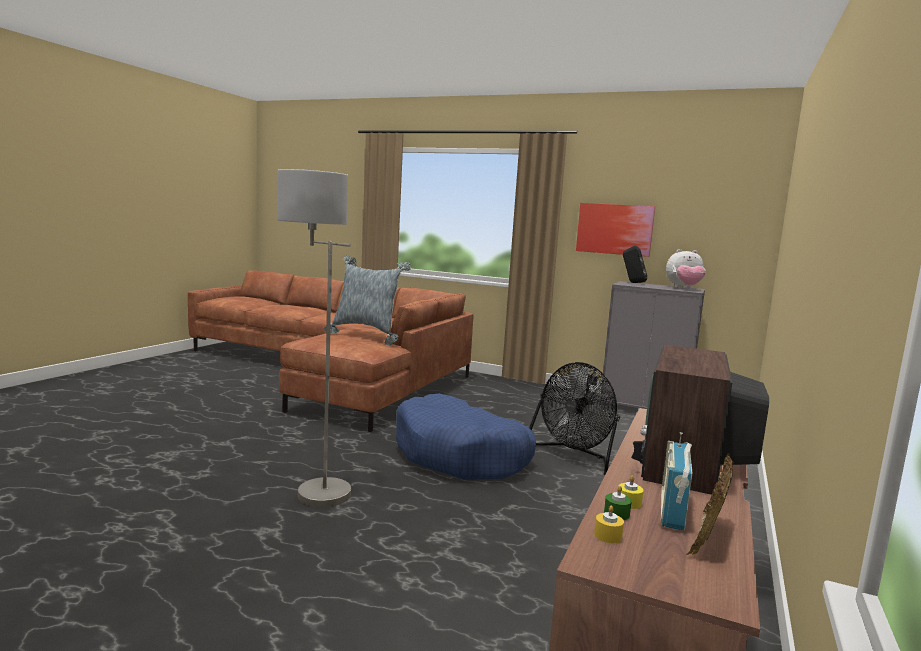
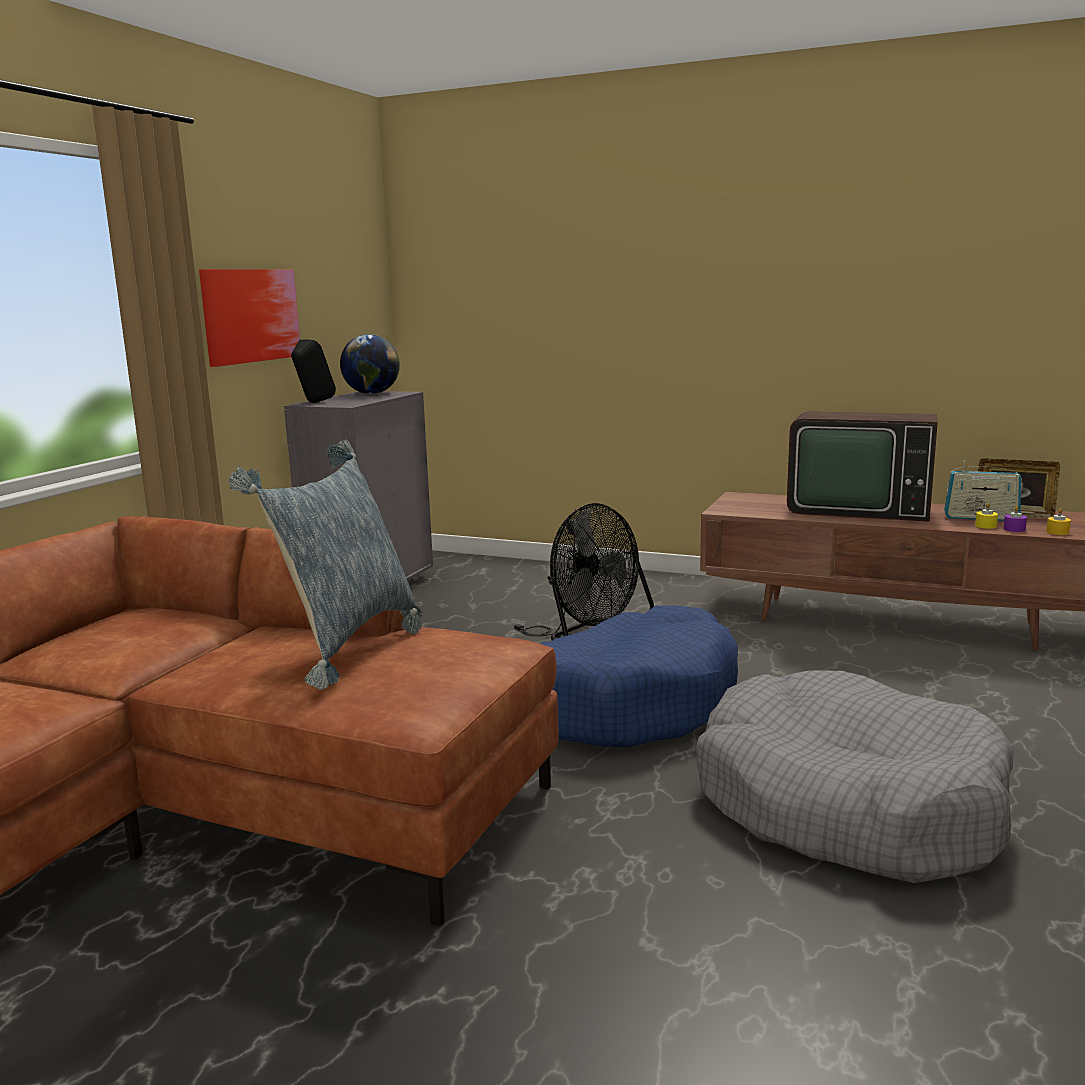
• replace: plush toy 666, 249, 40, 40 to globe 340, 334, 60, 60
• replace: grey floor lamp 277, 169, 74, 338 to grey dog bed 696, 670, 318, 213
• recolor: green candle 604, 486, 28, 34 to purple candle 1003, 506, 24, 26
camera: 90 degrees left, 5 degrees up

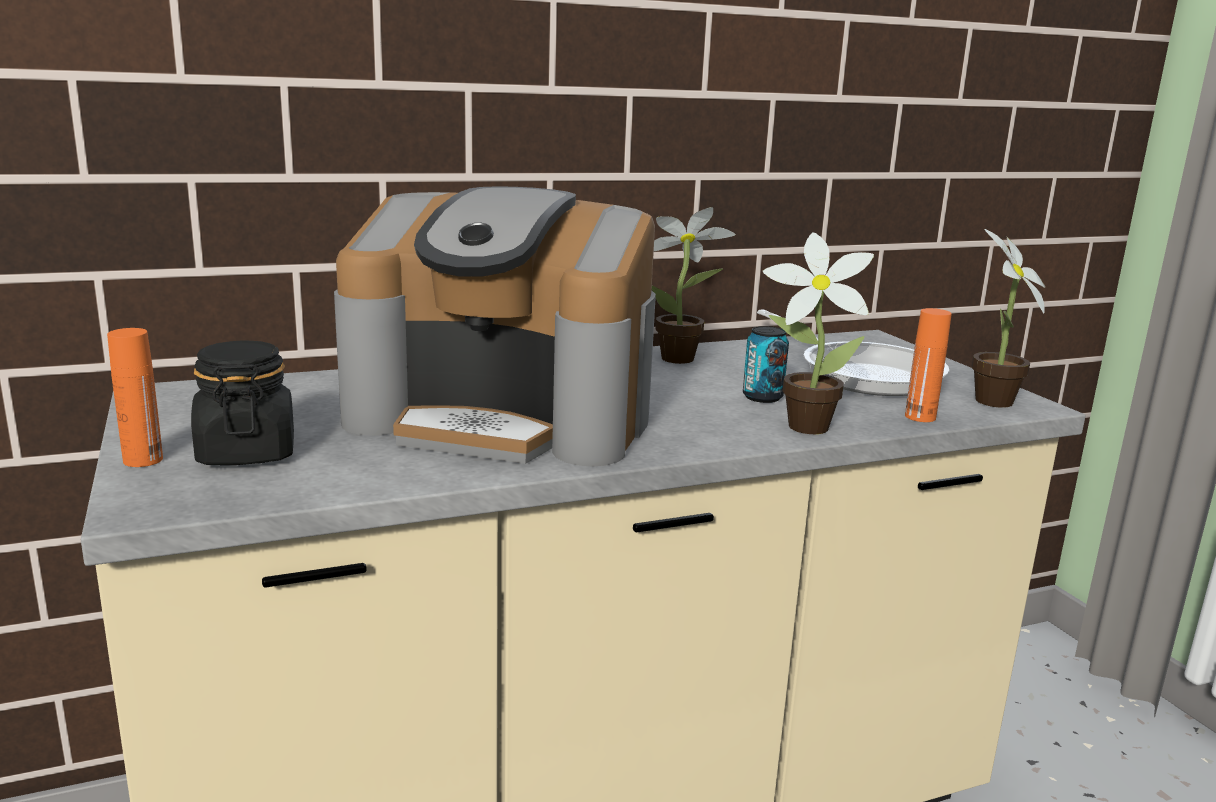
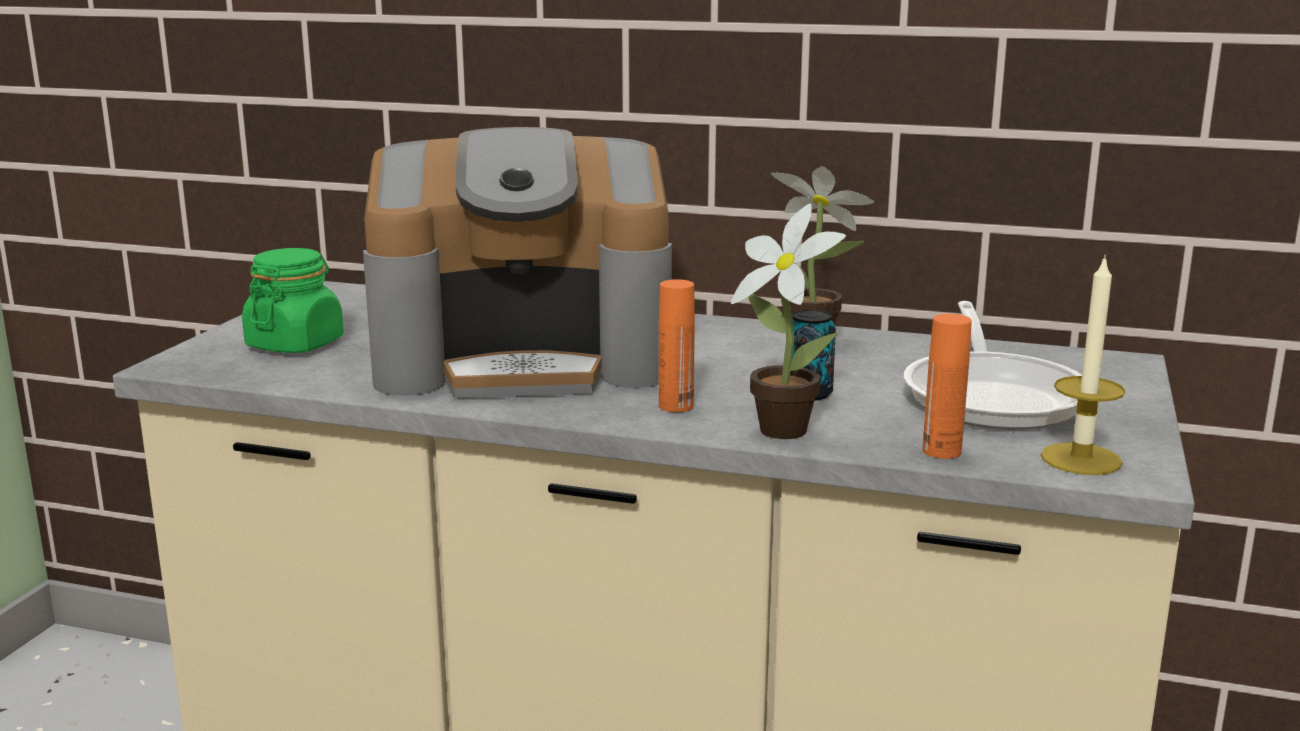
• recolor: black jar 191, 340, 103, 125 to green jar 242, 248, 102, 105
• rotate: coffee machine 334, 186, 322, 281 = 363, 127, 309, 272 60 degrees counterclockwise
• move: orange bottle 107, 328, 56, 139 to 659, 279, 36, 133
• replace: potted plant 971, 229, 75, 179 to candle 1041, 254, 84, 221
camera: 40 degrees right, 0 degrees up

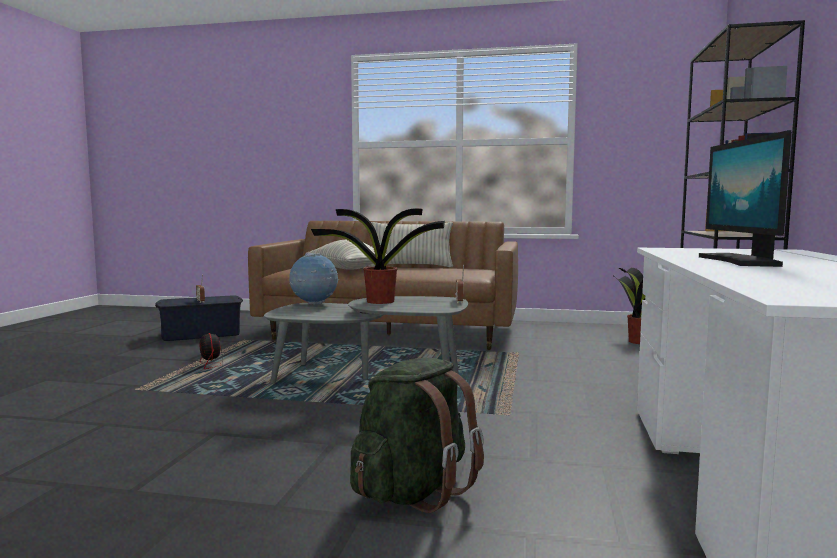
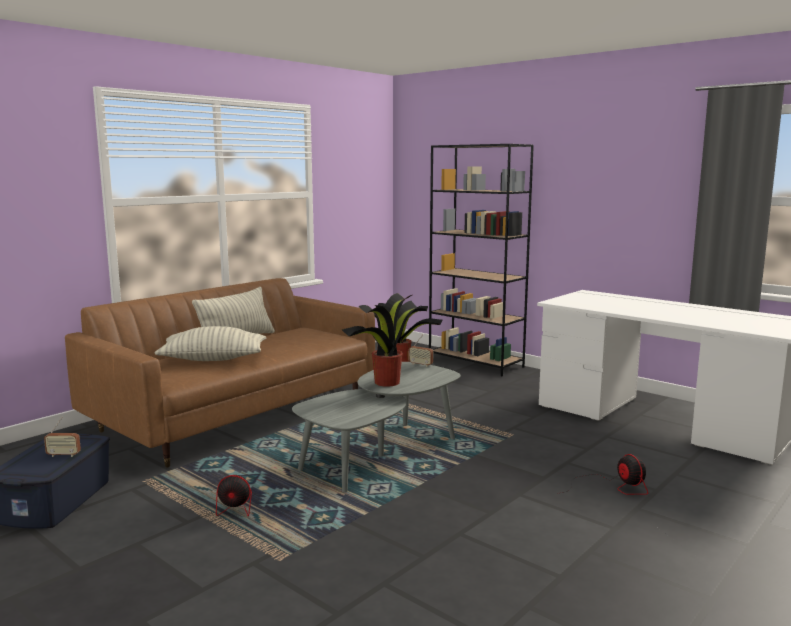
• replace: green backpack 350, 358, 134, 155 to fan 561, 454, 87, 41
• delete: globe 289, 253, 50, 52
• delete: monitor 699, 130, 93, 137
camera: 60 degrees left, 5 degrees up

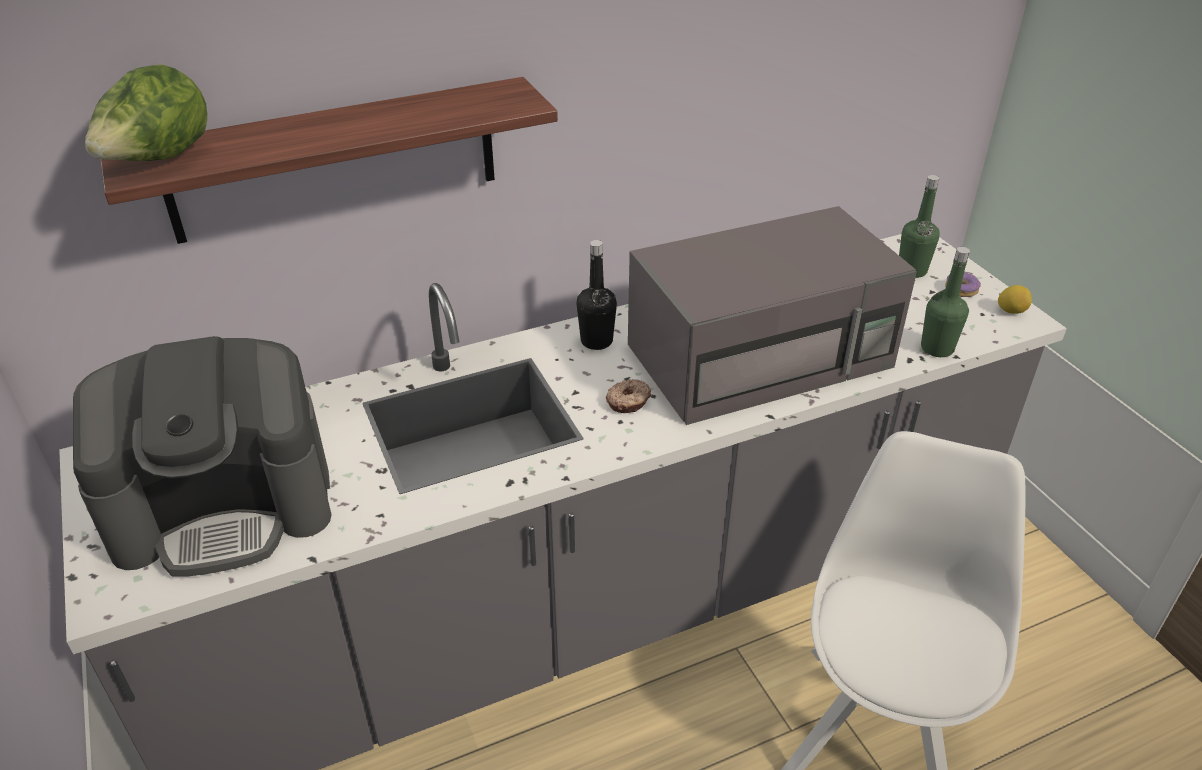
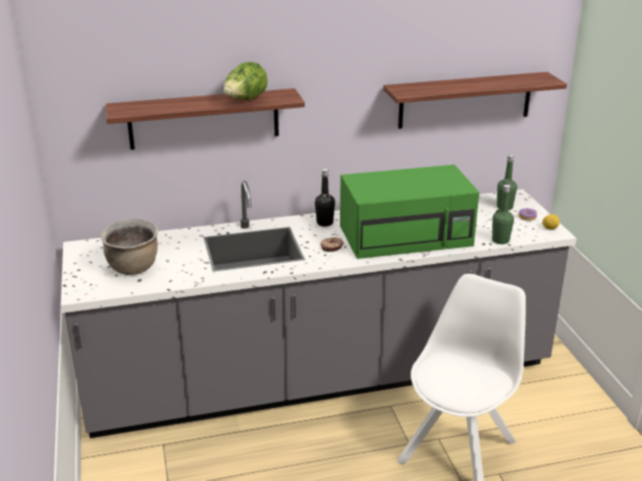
• replace: coffee machine 73, 336, 259, 241 to brown cooking pot 100, 218, 58, 57
• move: lettuce 85, 64, 122, 97 to 223, 62, 45, 38
• recolor: grey microwave 628, 206, 289, 219 to green microwave 340, 165, 139, 94
• insert: shelf 383, 72, 184, 57
camera: 10 degrees right, 10 degrees down

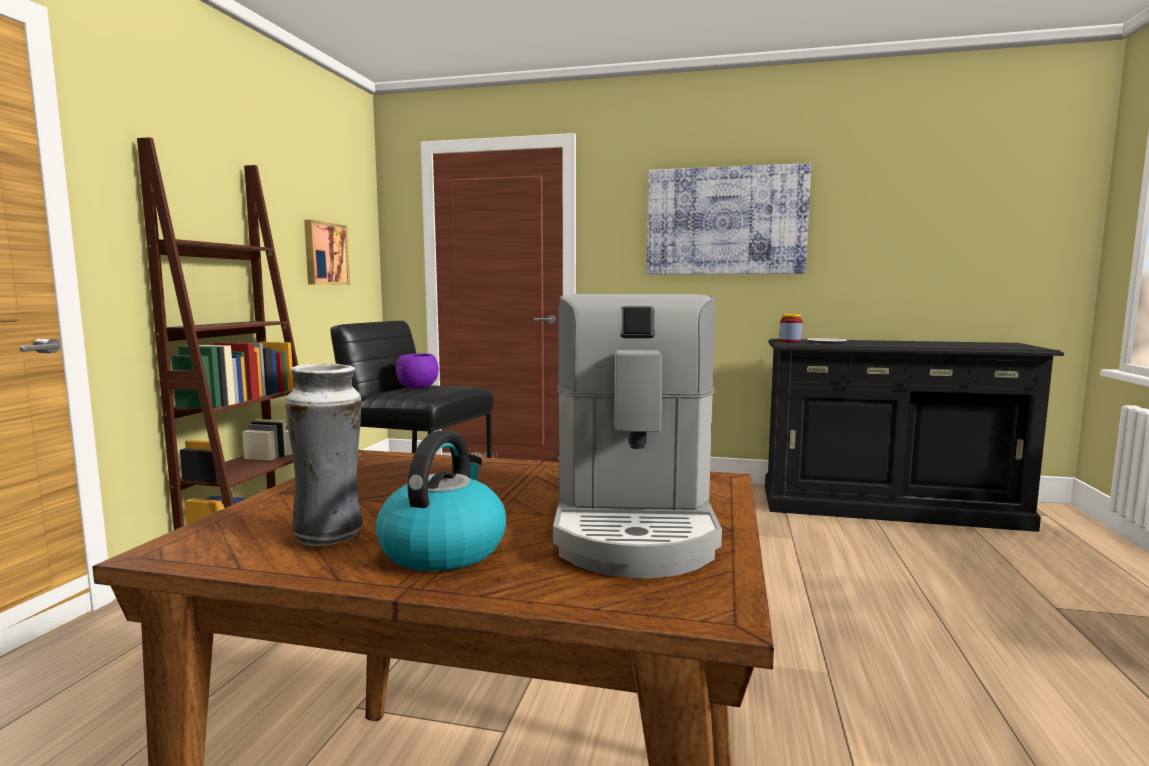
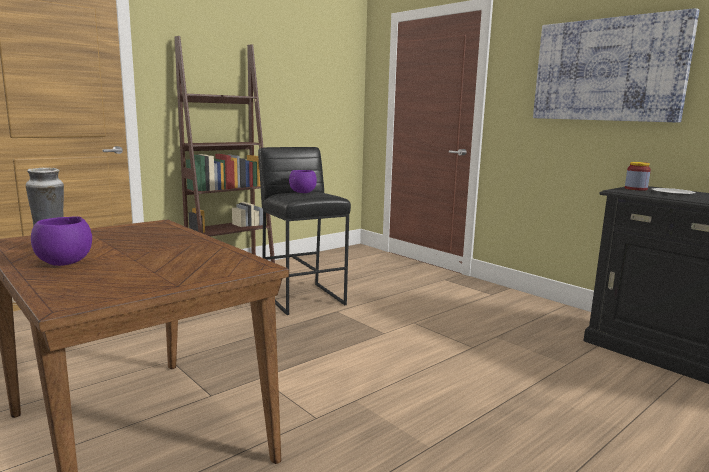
• replace: kettle 375, 430, 131, 141 to purple bowl 31, 216, 61, 50
• delete: picture 304, 220, 46, 65
• delete: coffee machine 553, 294, 169, 285
camera: 35 degrees right, 5 degrees up

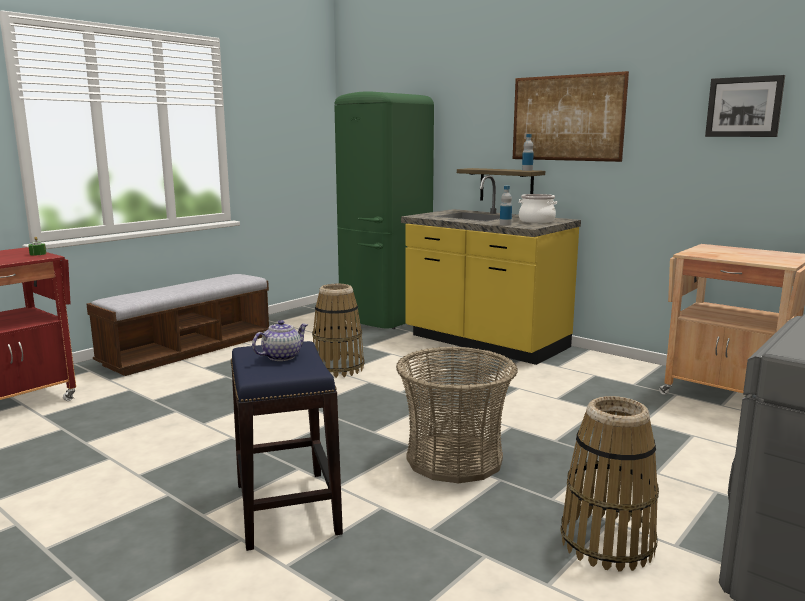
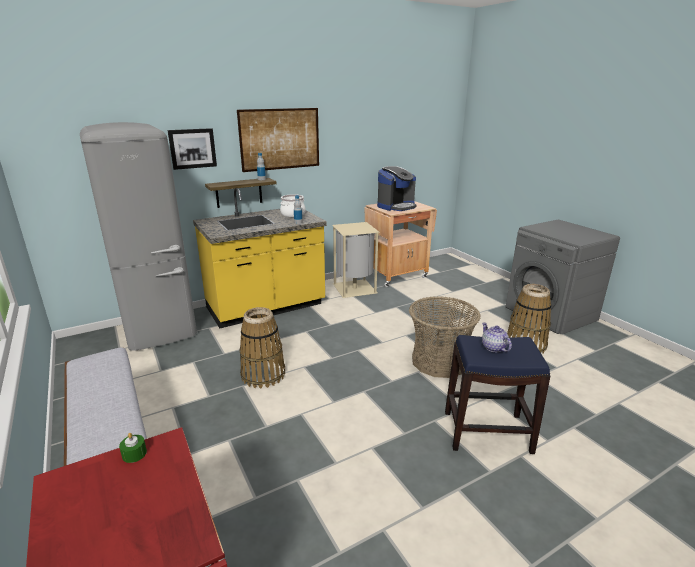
• recolor: green fridge 334, 91, 100, 238 to grey fridge 80, 122, 117, 229
• move: picture 705, 75, 80, 62 to 167, 128, 50, 42
• insert: beige trash can 332, 222, 48, 76
• insert: coffee machine 377, 166, 39, 45
camera: 70 degrees left, 10 degrees up

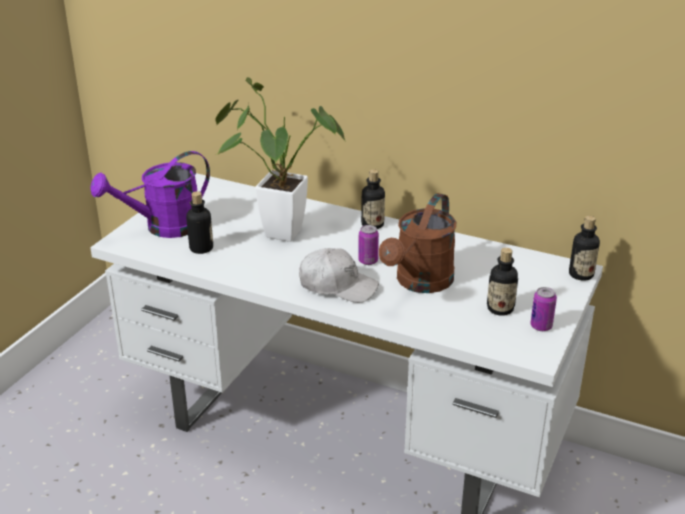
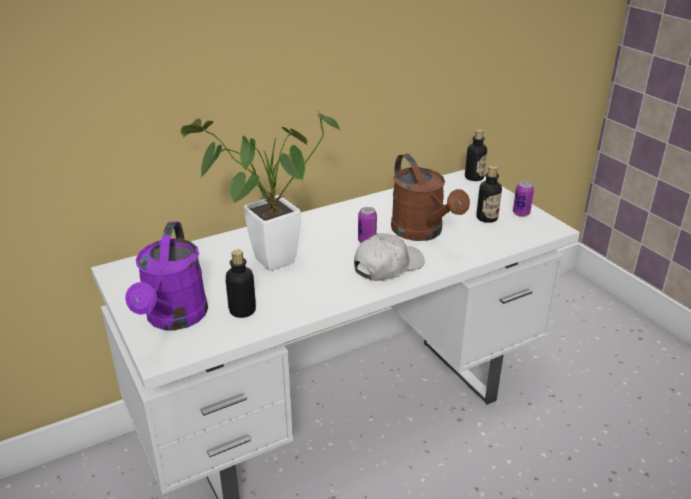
• delete: bottle 361, 169, 24, 60
camera: 55 degrees left, 0 degrees up

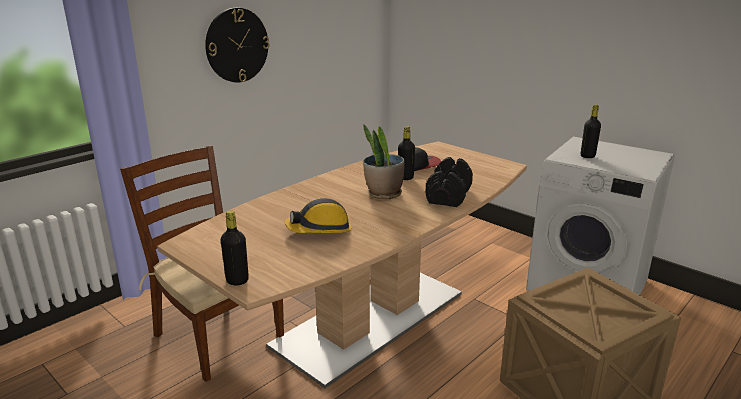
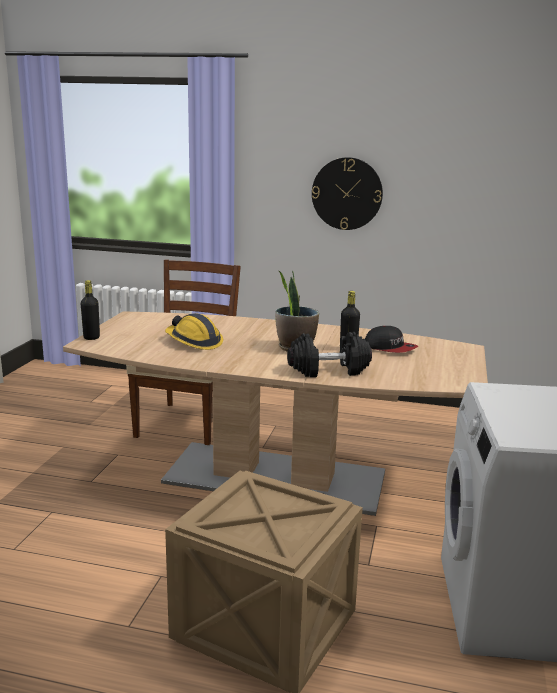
• delete: black bottle 581, 105, 20, 53
camera: 60 degrees right, 5 degrees down

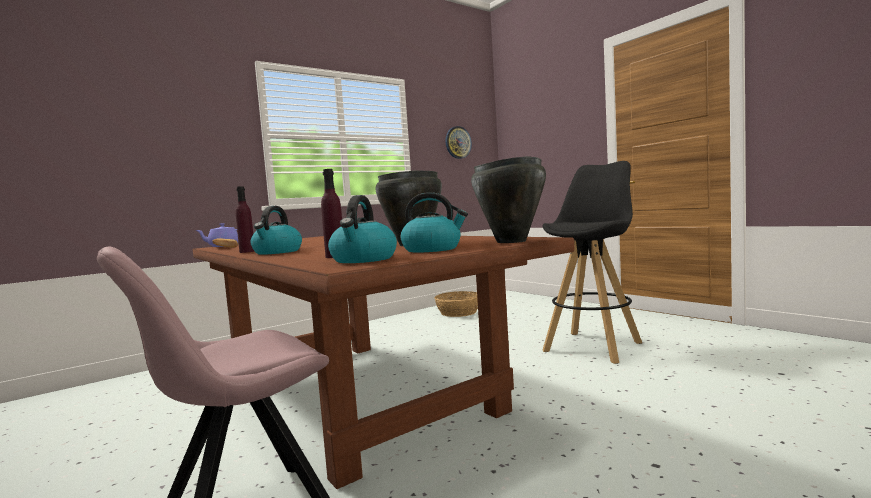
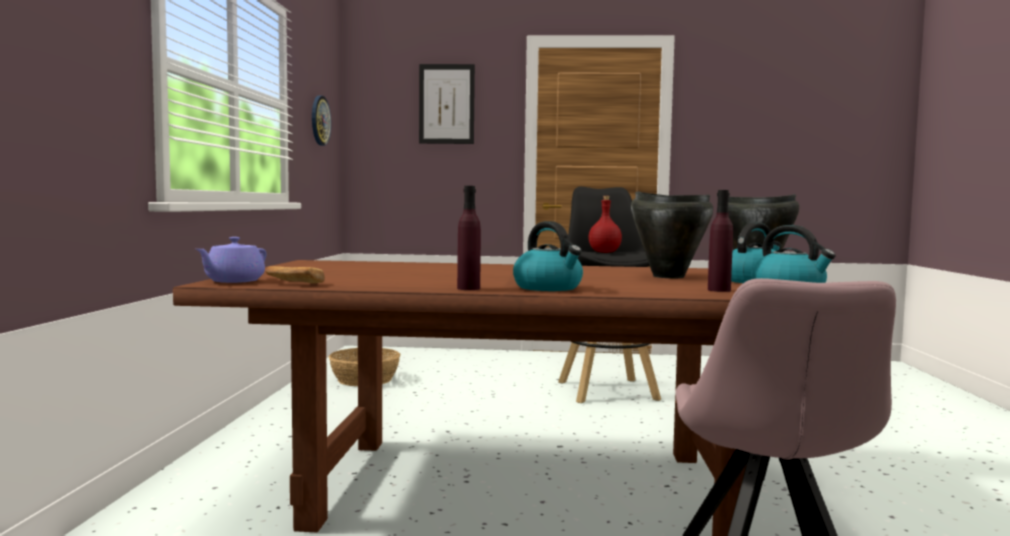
• insert: picture 419, 64, 56, 80
• insert: red bottle 588, 196, 34, 57
camera: 50 degrees left, 0 degrees up

